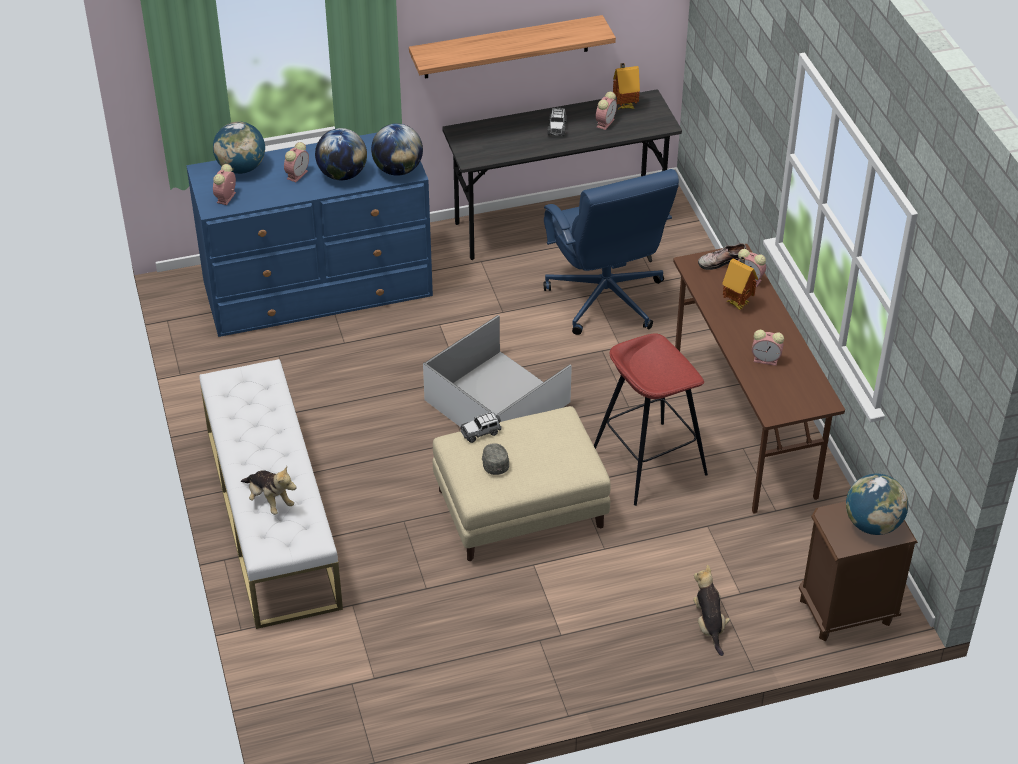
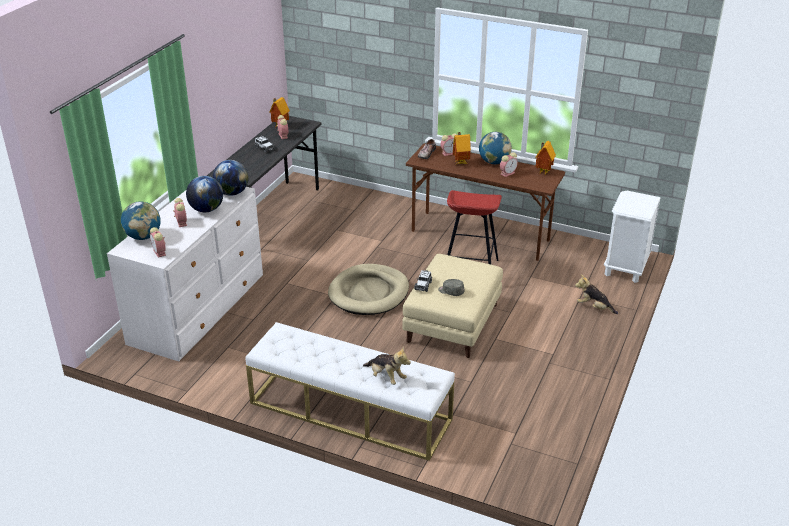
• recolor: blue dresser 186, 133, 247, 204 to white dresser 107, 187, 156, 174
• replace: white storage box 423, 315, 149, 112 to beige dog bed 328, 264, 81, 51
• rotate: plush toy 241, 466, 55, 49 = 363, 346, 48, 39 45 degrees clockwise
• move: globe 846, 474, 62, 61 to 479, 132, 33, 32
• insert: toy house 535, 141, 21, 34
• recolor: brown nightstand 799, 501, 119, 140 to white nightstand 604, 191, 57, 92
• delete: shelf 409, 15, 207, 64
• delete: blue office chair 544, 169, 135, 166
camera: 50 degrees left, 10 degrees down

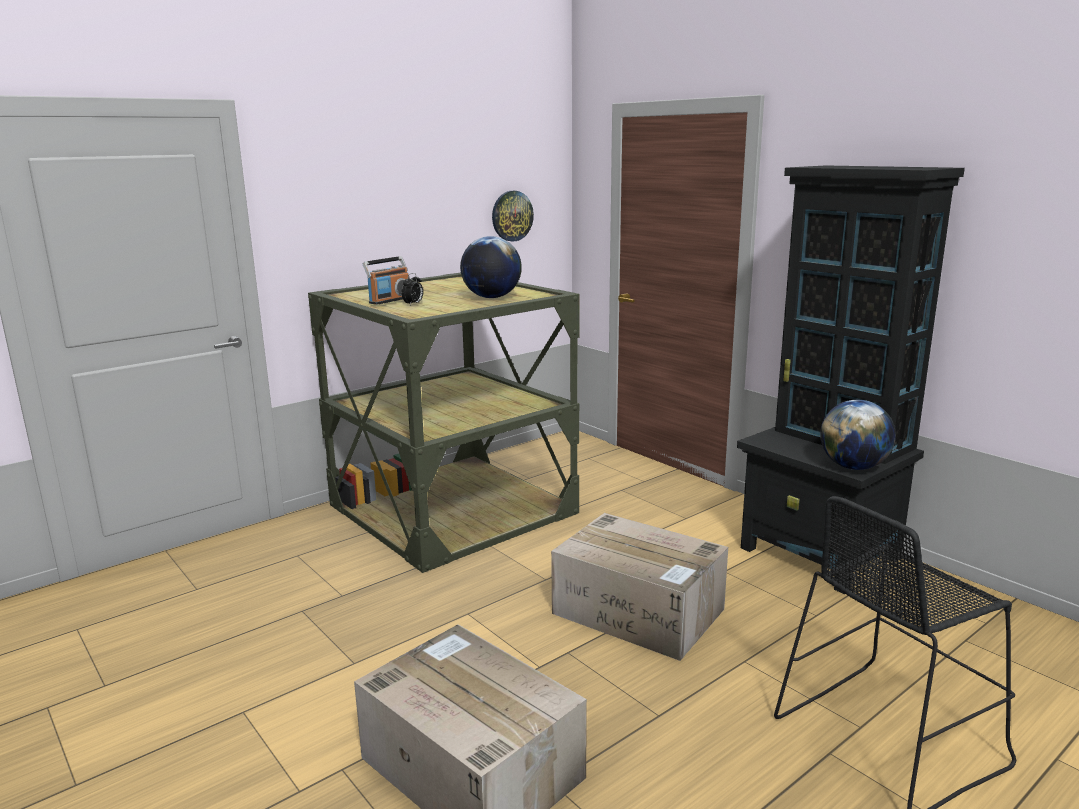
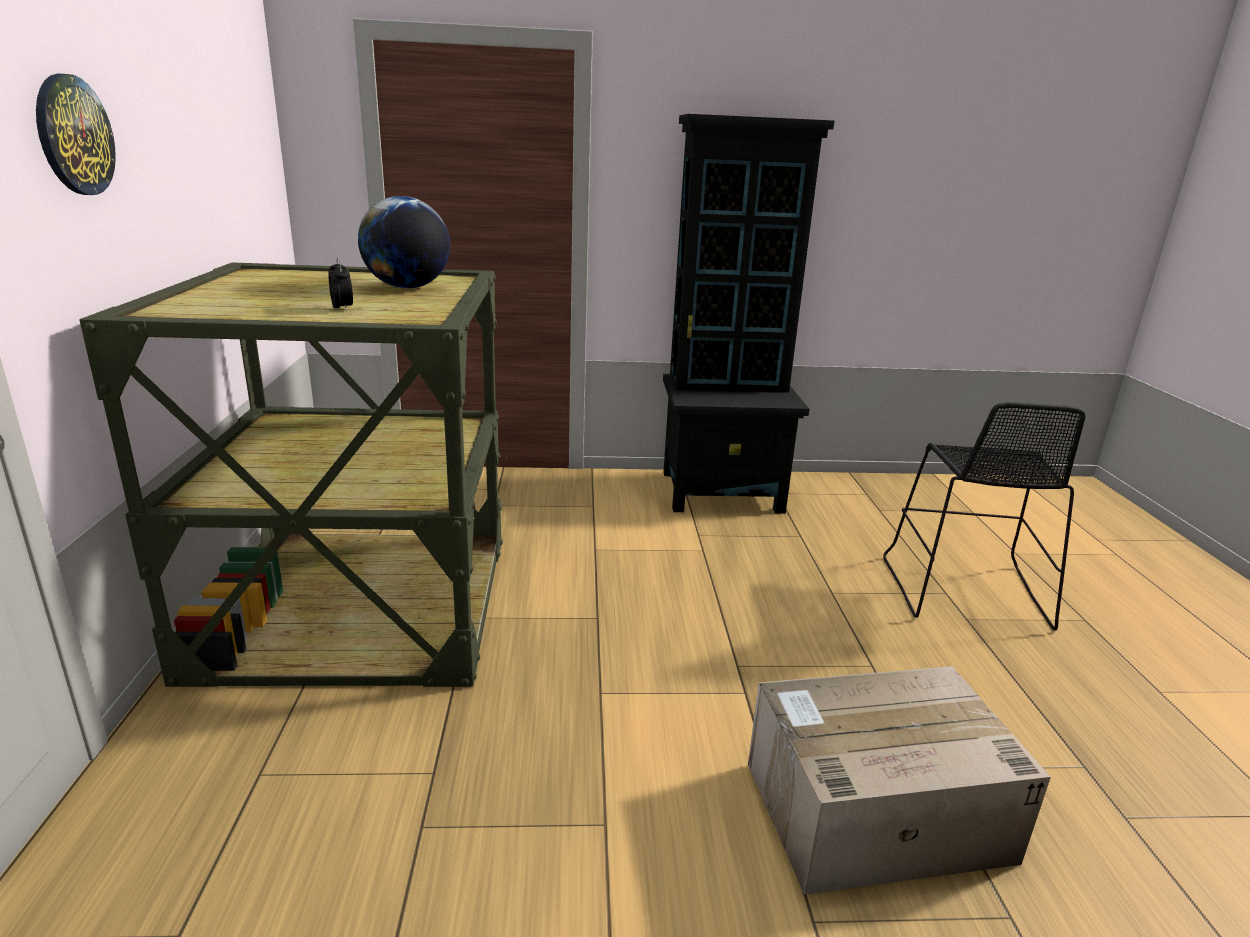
• move: wall clock 492, 191, 42, 50 to 36, 73, 80, 122
• delete: radio 363, 256, 46, 49
• delete: cardboard box 551, 513, 177, 148
• delete: globe 820, 400, 76, 70
camera: 55 degrees left, 5 degrees up

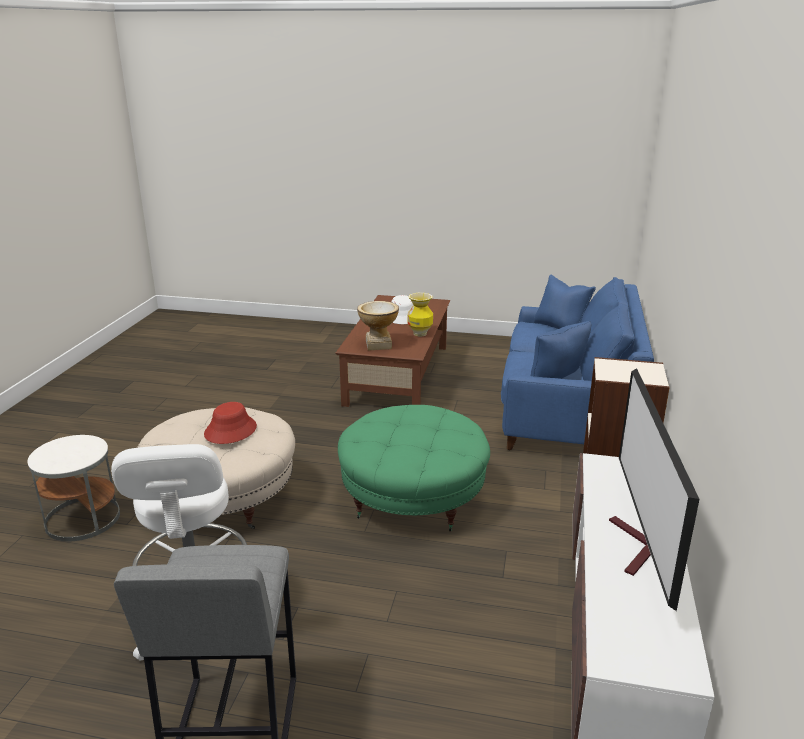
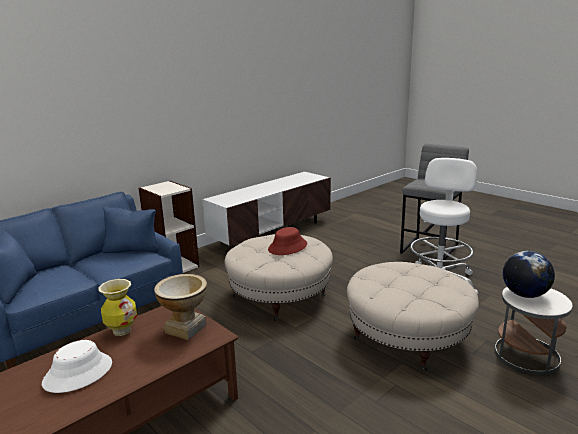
• recolor: green ottoman 338, 405, 152, 126 to beige ottoman 225, 234, 108, 87
• move: red hat 204, 402, 53, 42 to 268, 227, 39, 28
• insert: globe 503, 251, 52, 47
• delete: television 609, 368, 90, 243
camera: 145 degrees left, 5 degrees down

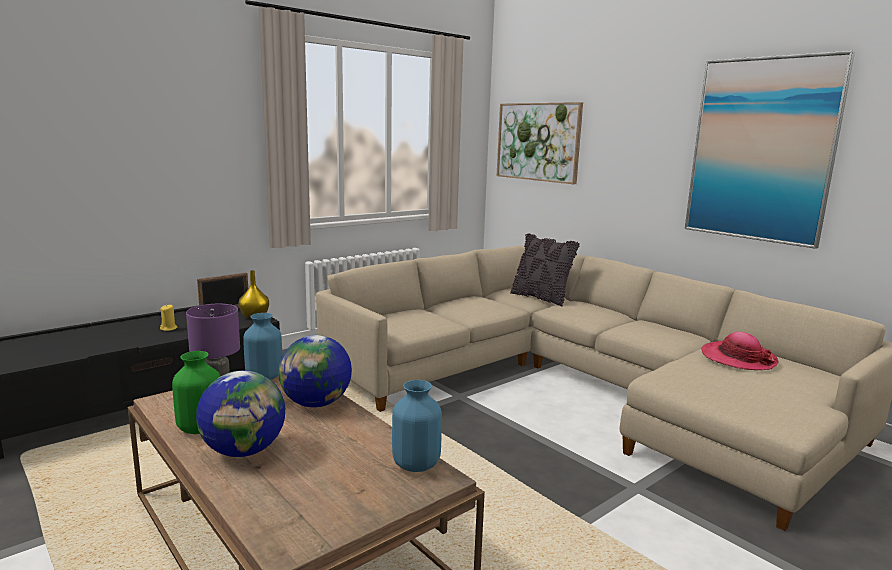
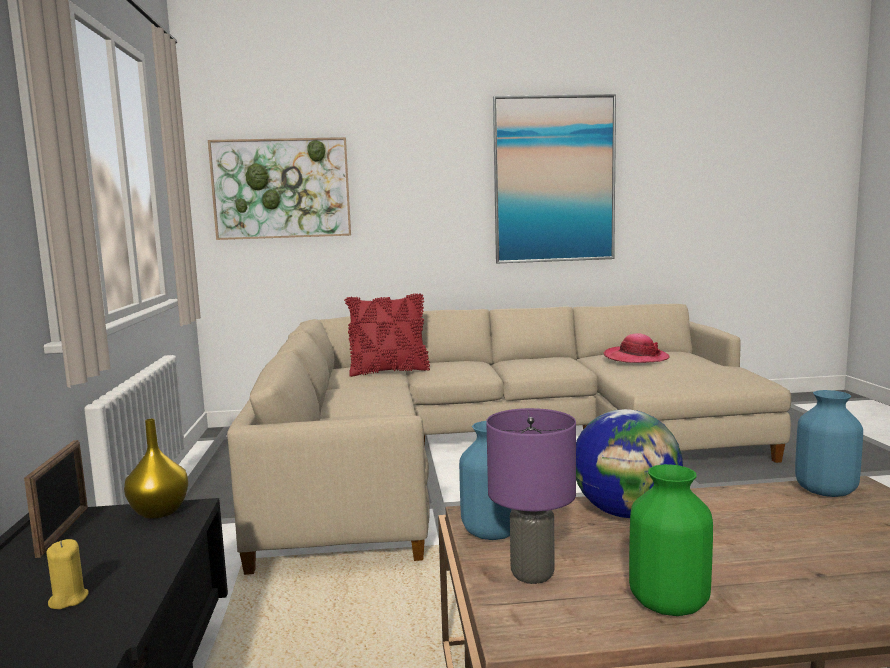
• recolor: black pillow 510, 233, 70, 73 to red pillow 344, 293, 86, 84
• delete: globe 196, 370, 89, 87
camera: 55 degrees left, 5 degrees down

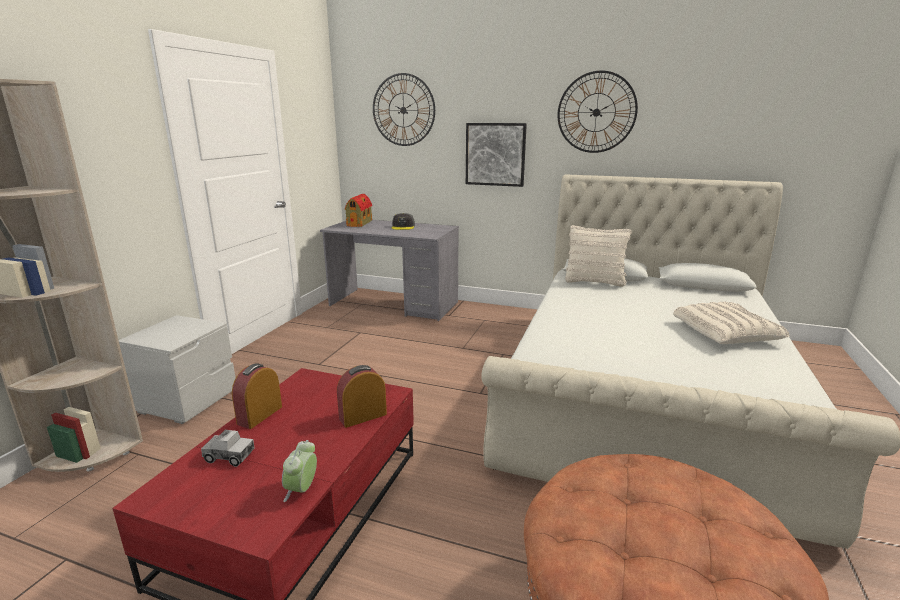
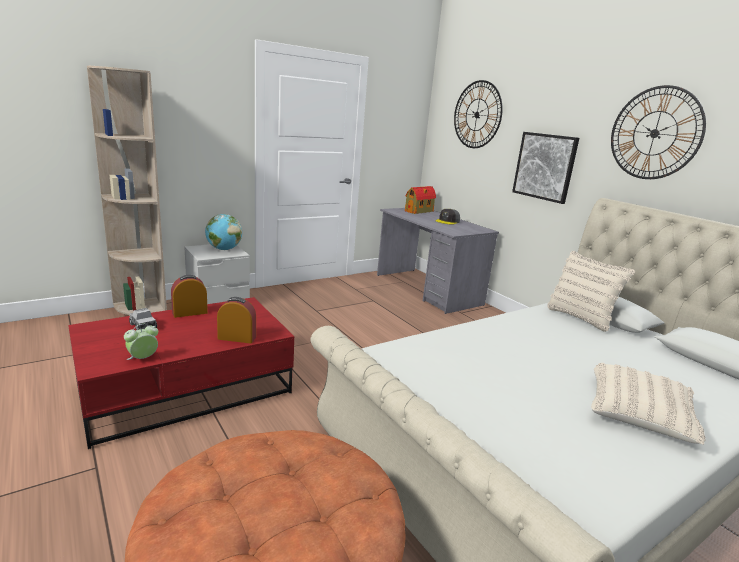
• insert: globe 205, 214, 37, 36
camera: 35 degrees right, 0 degrees up

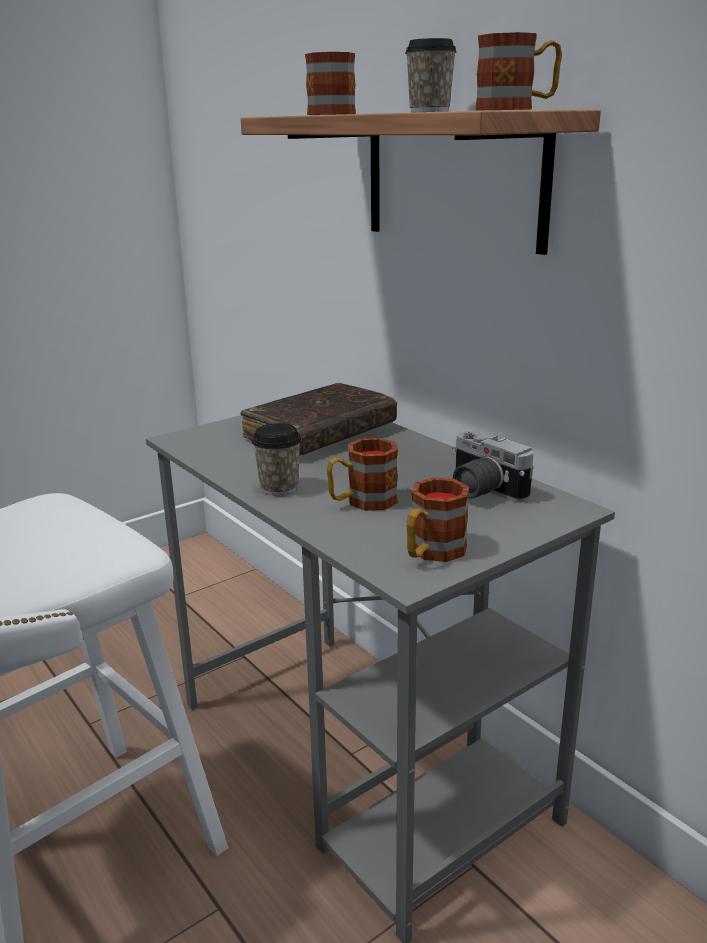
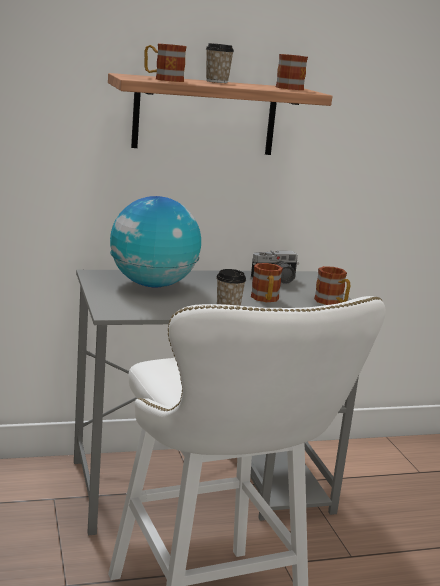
• replace: brown book 240, 383, 157, 73 to globe 110, 196, 91, 91
camera: 70 degrees left, 5 degrees down

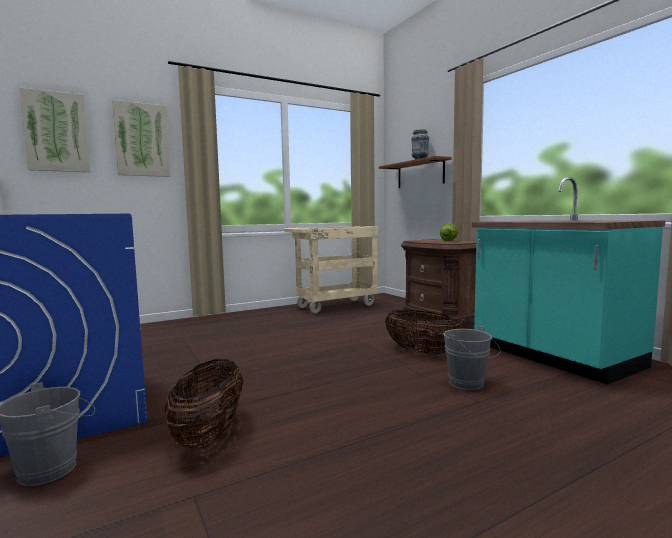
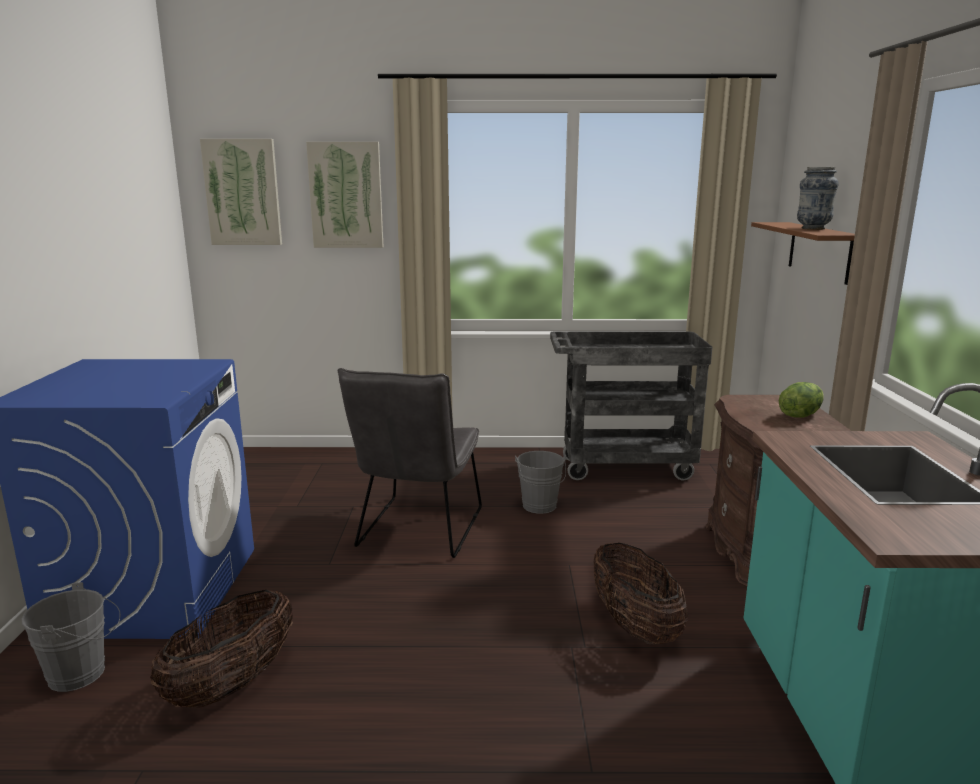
• insert: grey chair 337, 368, 145, 190
• move: grey bucket 443, 326, 58, 64 to 515, 451, 51, 63
• recolor: beige cart 284, 226, 94, 88 to black cart 550, 331, 162, 149
camera: 30 degrees right, 10 degrees up

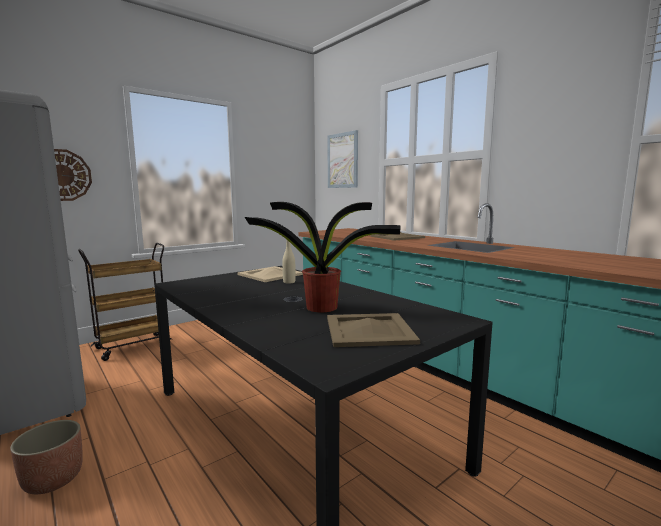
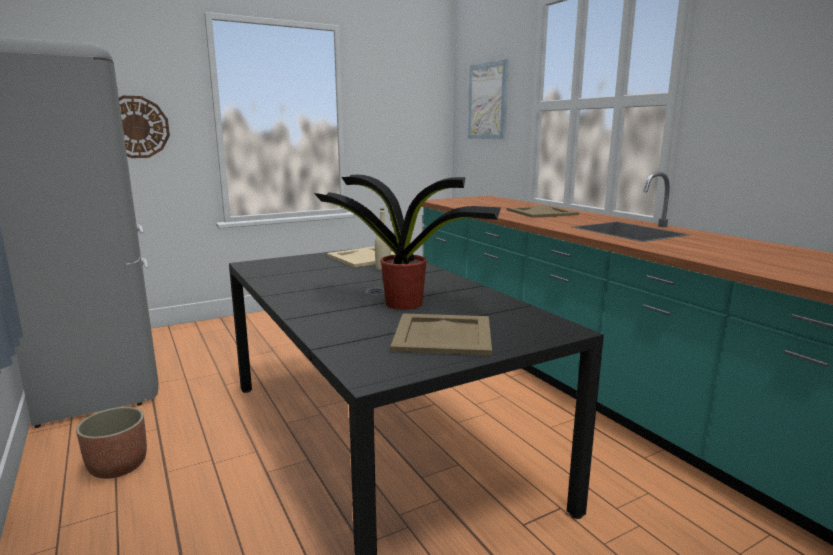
• delete: brown cart 78, 243, 95, 118
camera: 10 degrees right, 5 degrees up

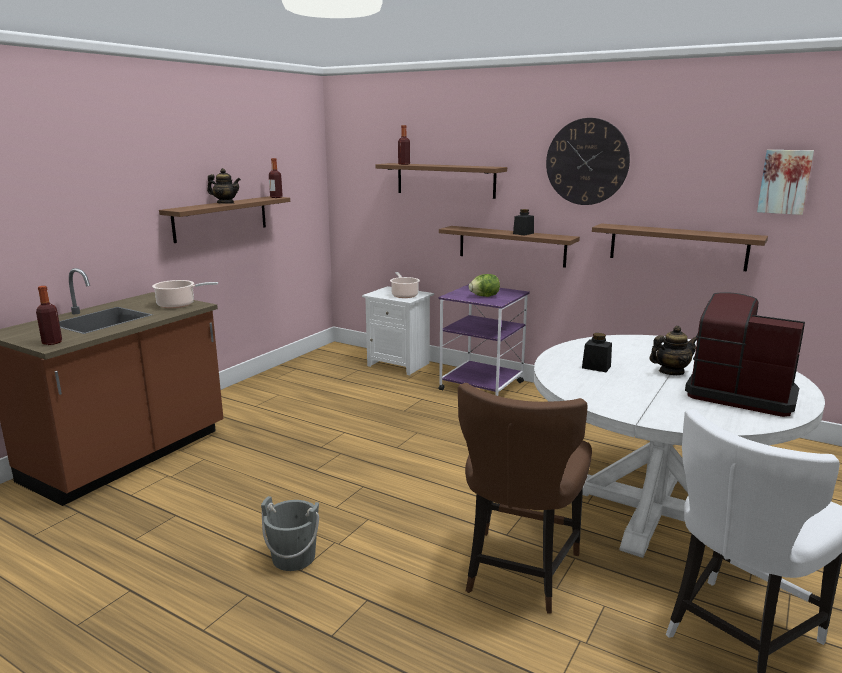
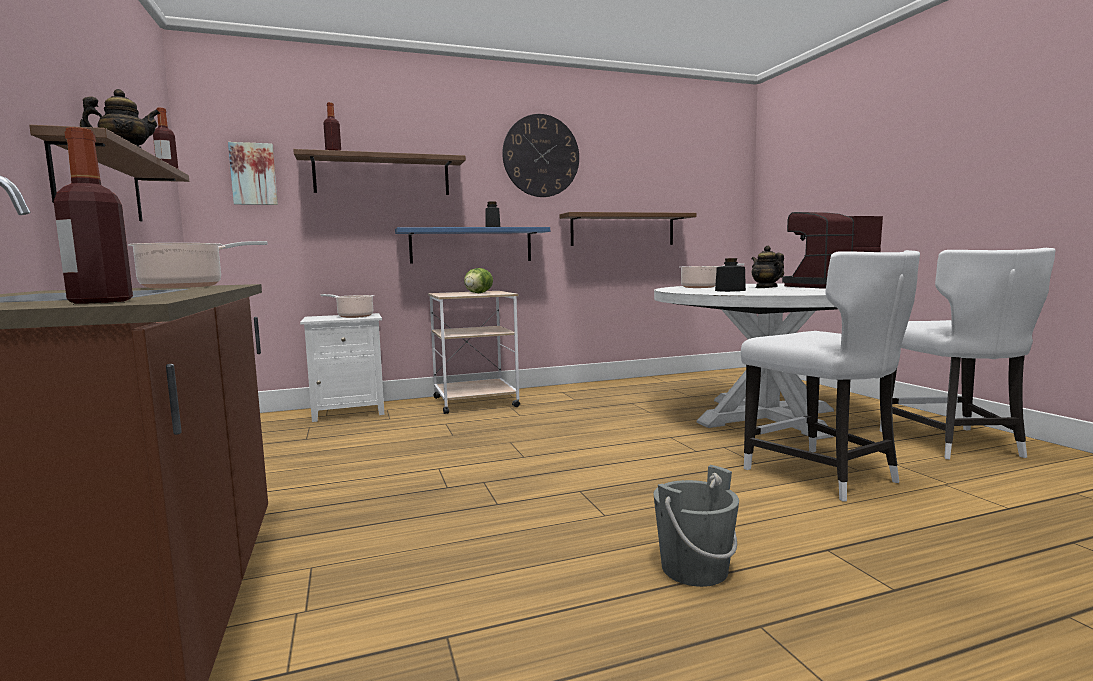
• move: picture 757, 150, 57, 65 to 228, 142, 50, 63
• recolor: brown shelf 439, 226, 141, 42 to blue shelf 395, 227, 155, 37
• recolor: purple cart 438, 284, 92, 112 to beige cart 428, 291, 92, 123
• insert: cooking pot 681, 263, 63, 25
• recolor: brown chair 458, 383, 134, 231 to white chair 741, 250, 179, 252
• rotate: teapot 649, 326, 48, 49 = 751, 246, 33, 42 45 degrees counterclockwise
camera: 50 degrees left, 10 degrees down

